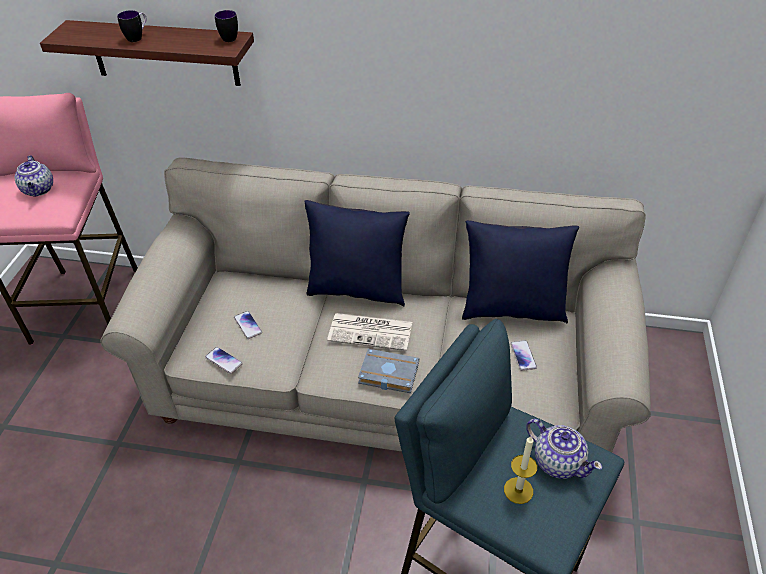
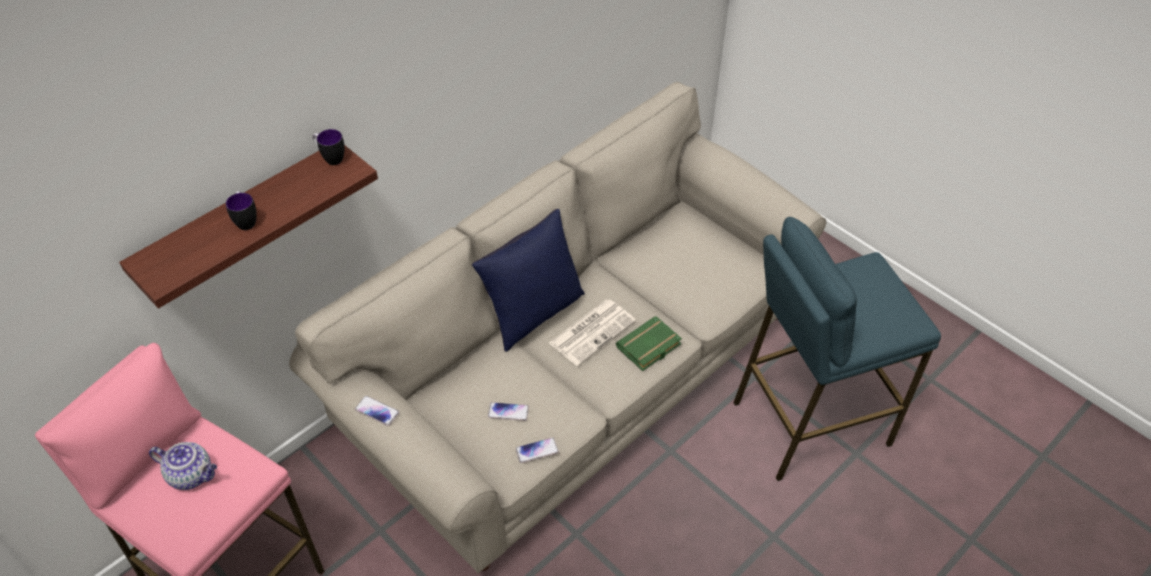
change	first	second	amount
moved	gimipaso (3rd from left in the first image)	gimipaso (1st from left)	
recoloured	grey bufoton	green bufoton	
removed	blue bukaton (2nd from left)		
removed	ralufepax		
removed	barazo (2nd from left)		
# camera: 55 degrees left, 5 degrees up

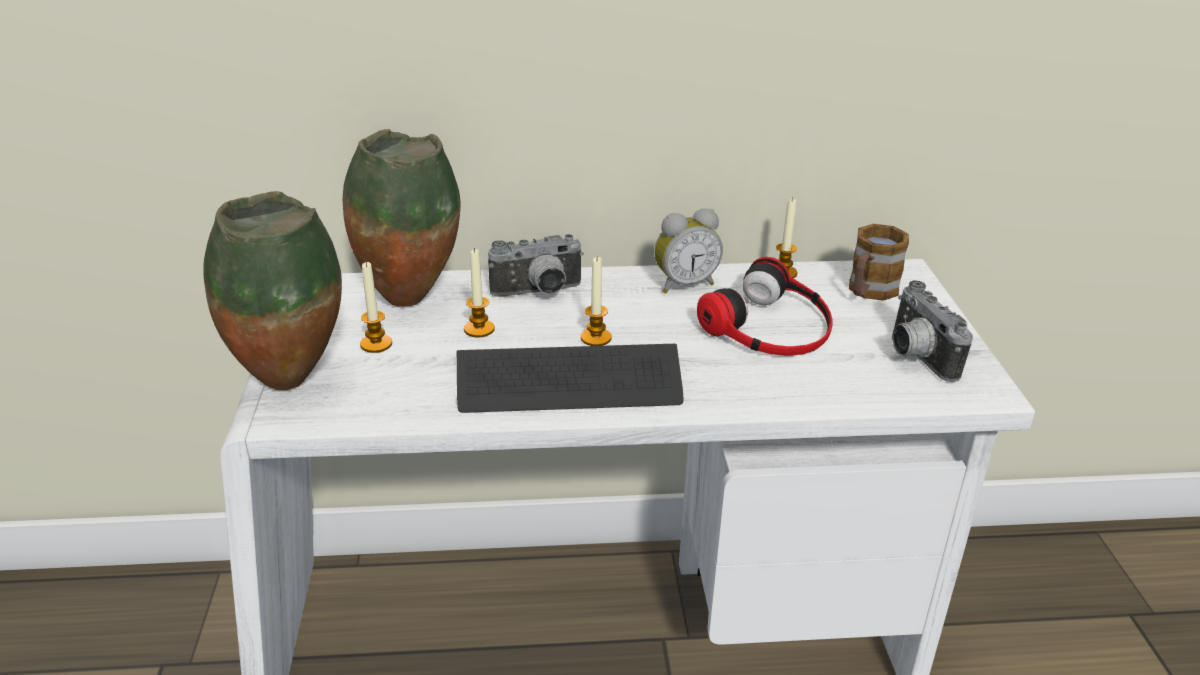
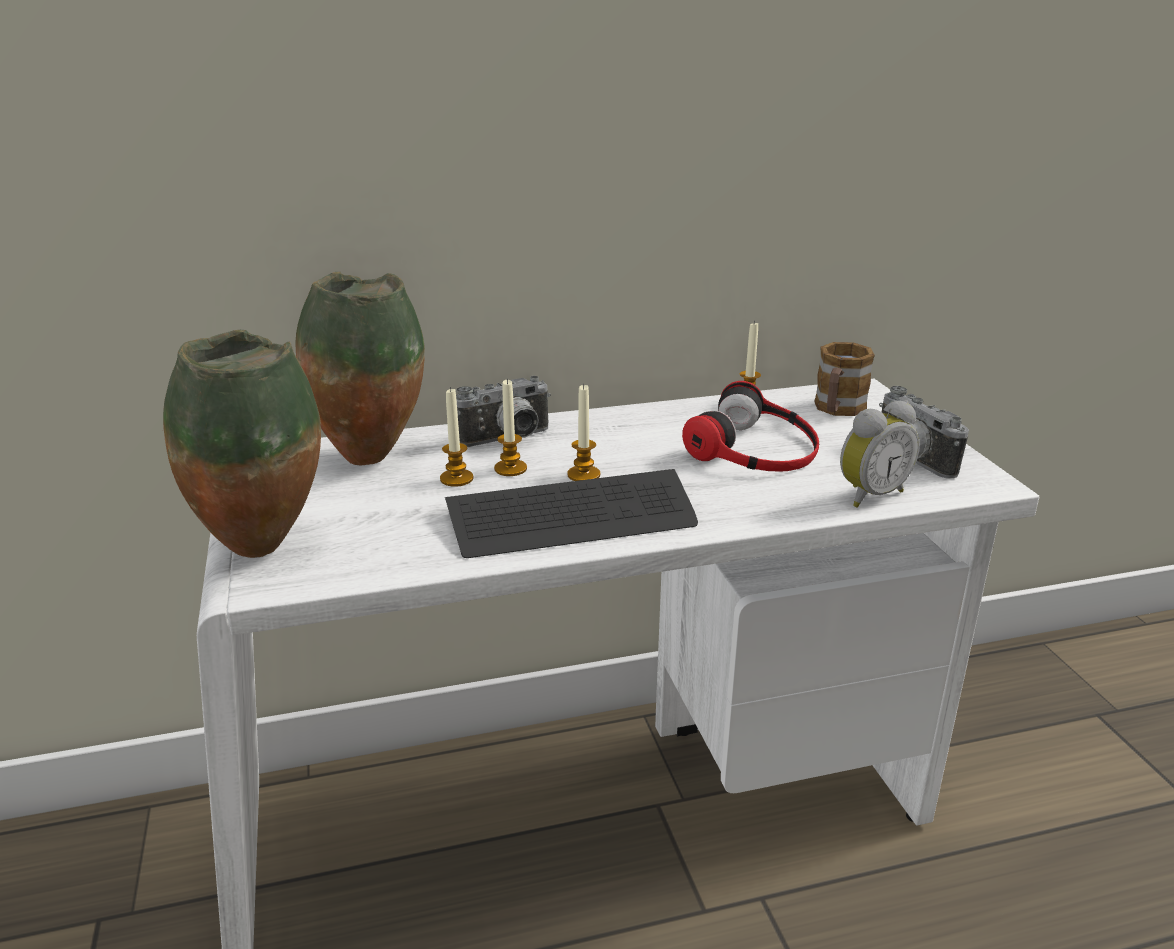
change	first	second	amount
moved	ralufepax (1st from left in the first image)	ralufepax (2nd from left)	
moved	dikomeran		
# camera: 10 degrees left, 5 degrees down

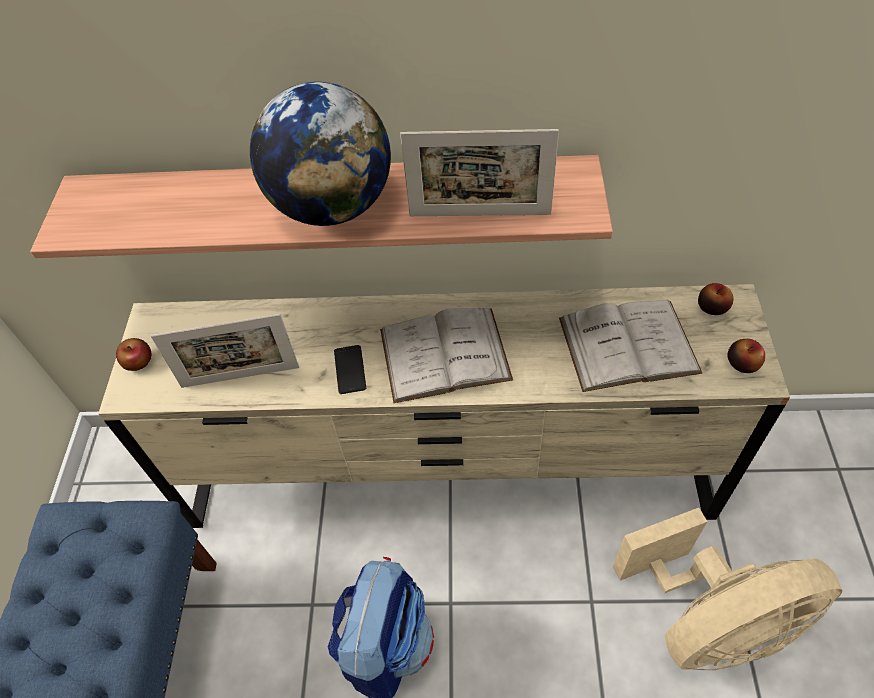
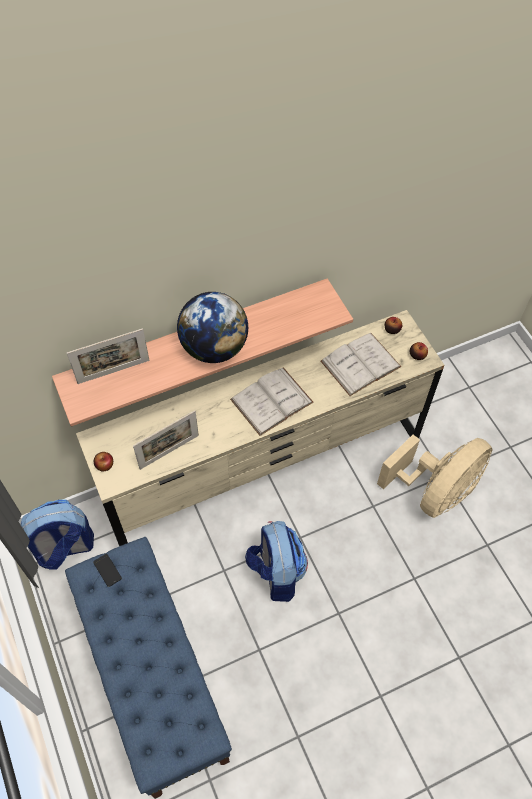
change	first	second	amount
added		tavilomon (1st from left)	
moved	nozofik (2nd from left in the first image)	nozofik (1st from left)	
moved	gimipaso		
# camera: 30 degrees left, 5 degrees up

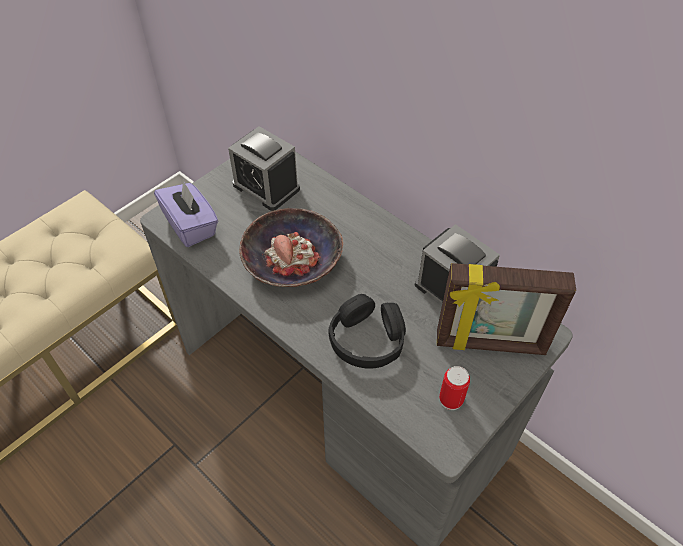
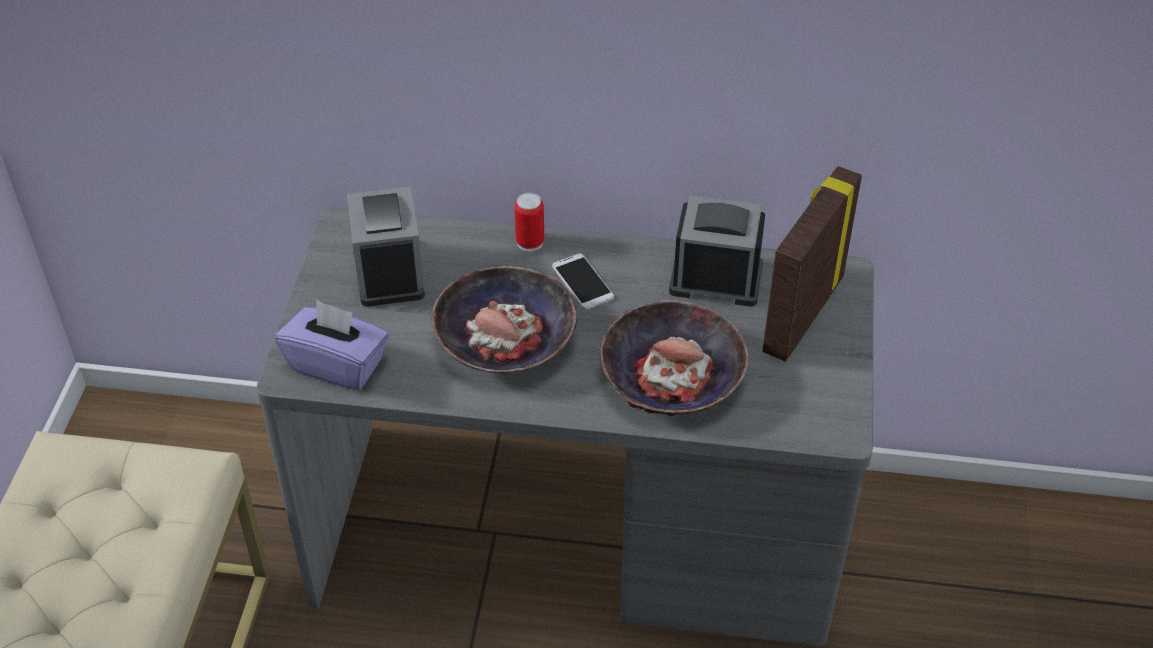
change	first	second	amount
turned	dikomeran (1st from left)		105 degrees counterclockwise
moved	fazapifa		
added		gimipaso	
replaced	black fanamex	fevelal (2nd from left)	
turned	nozofik		150 degrees clockwise
# camera: 35 degrees left, 5 degrees down

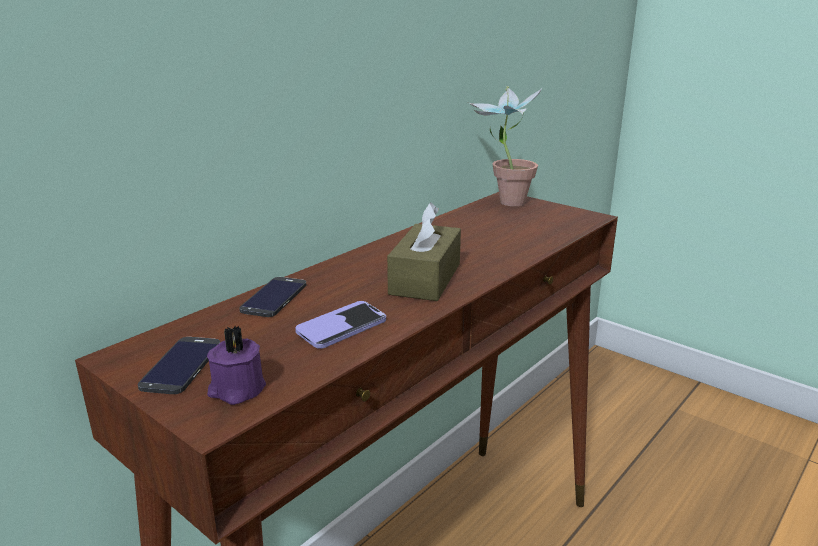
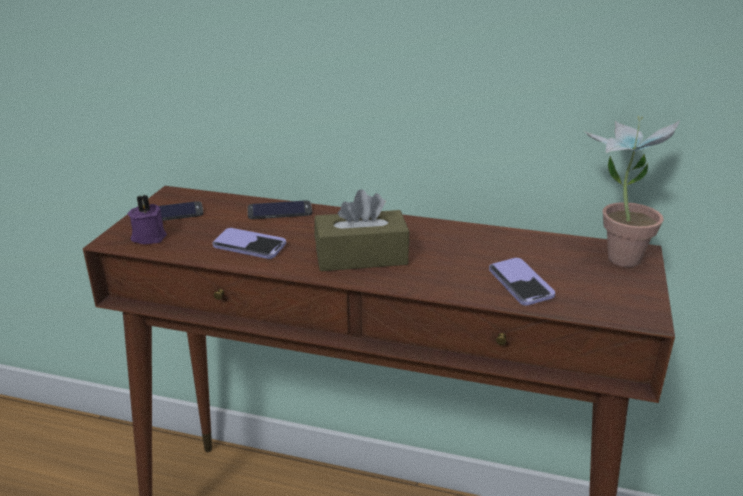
change	first	second	amount
added		gimipaso (4th from left)	
# camera: 65 degrees right, 5 degrees up

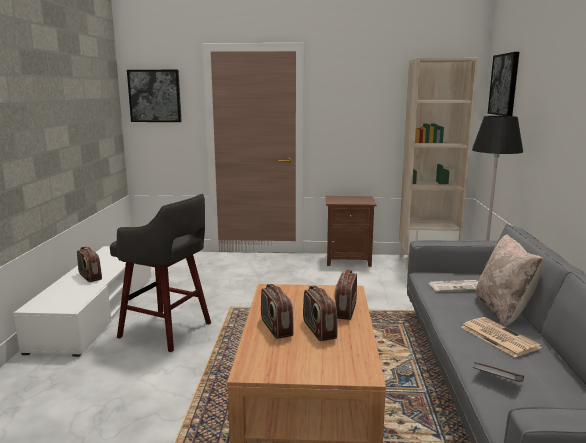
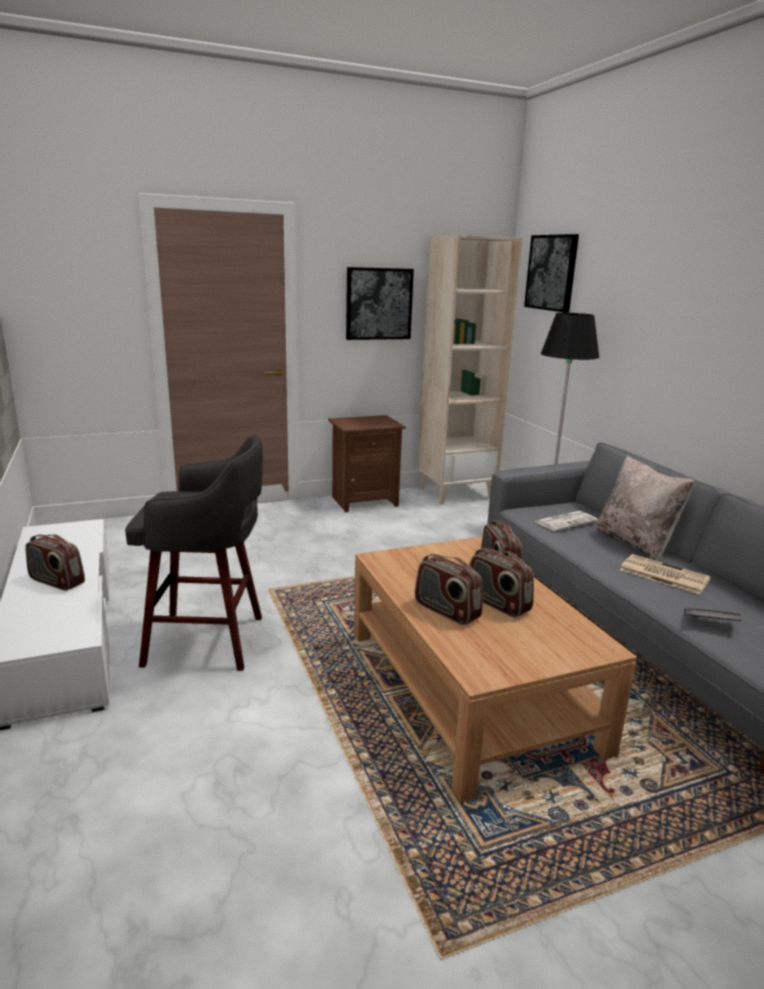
change	first	second	amount
moved	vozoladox (1st from left)		
# camera: 25 degrees left, 5 degrees up

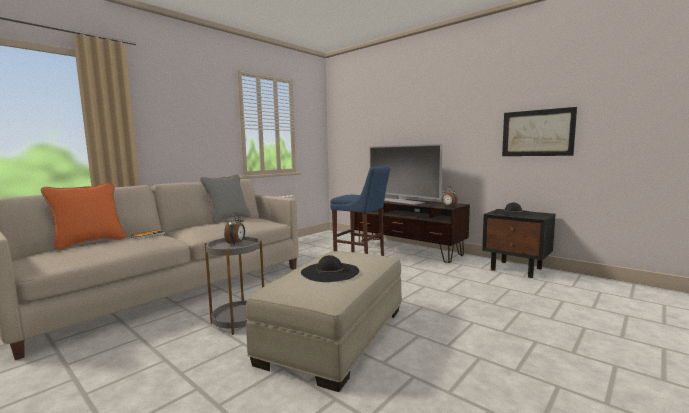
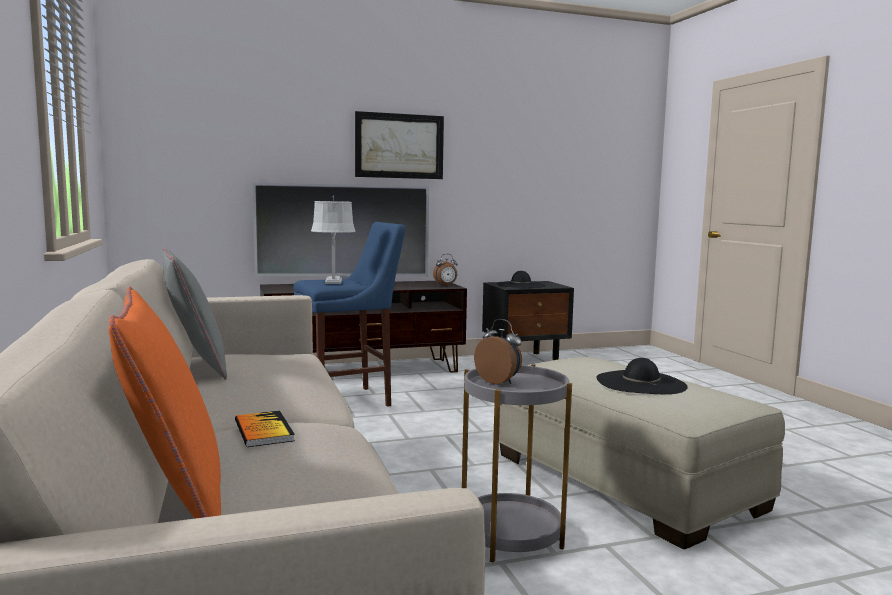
change	first	second	amount
added		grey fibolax	
moved	vozoladox		
# camera: 60 degrees left, 0 degrees up

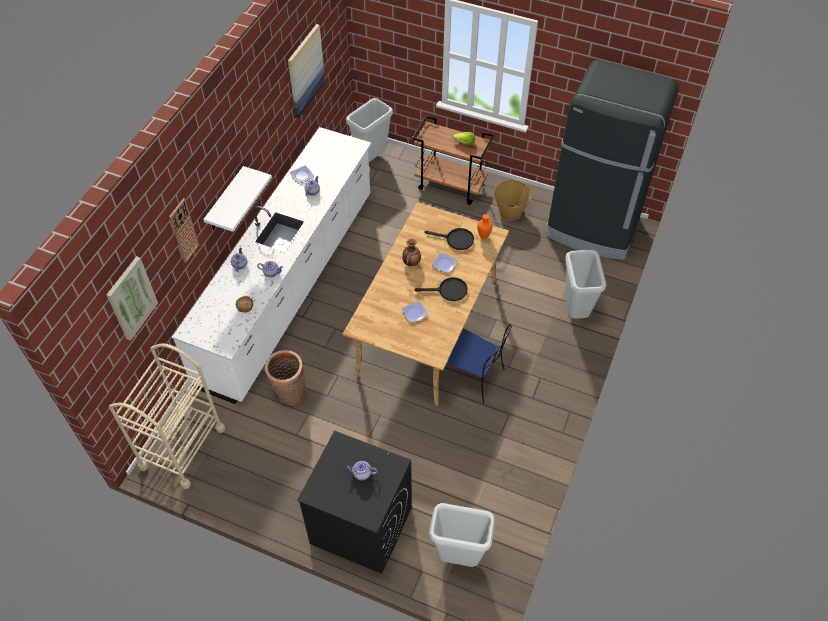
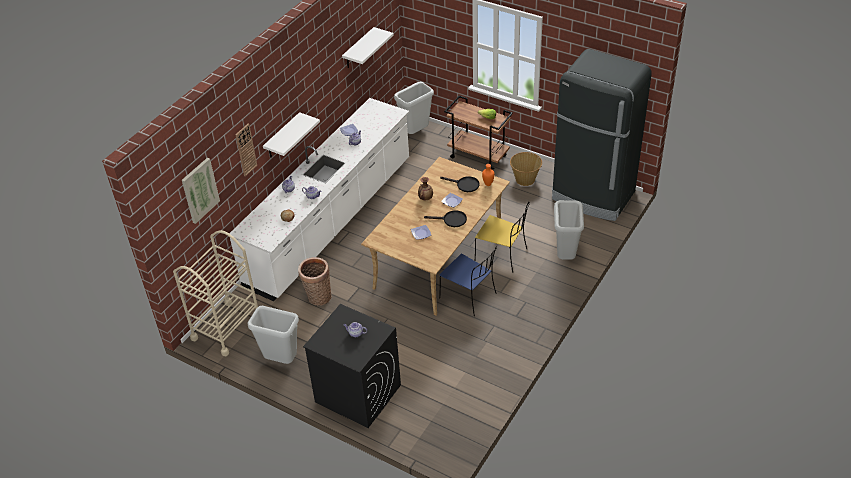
change	first	second	amount
moved	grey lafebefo (2nd from left in the first image)	grey lafebefo (1st from left)	
replaced	vozoladox (2nd from left)	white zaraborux (2nd from left)	
added		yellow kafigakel	
# camera: 10 degrees right, 10 degrees down

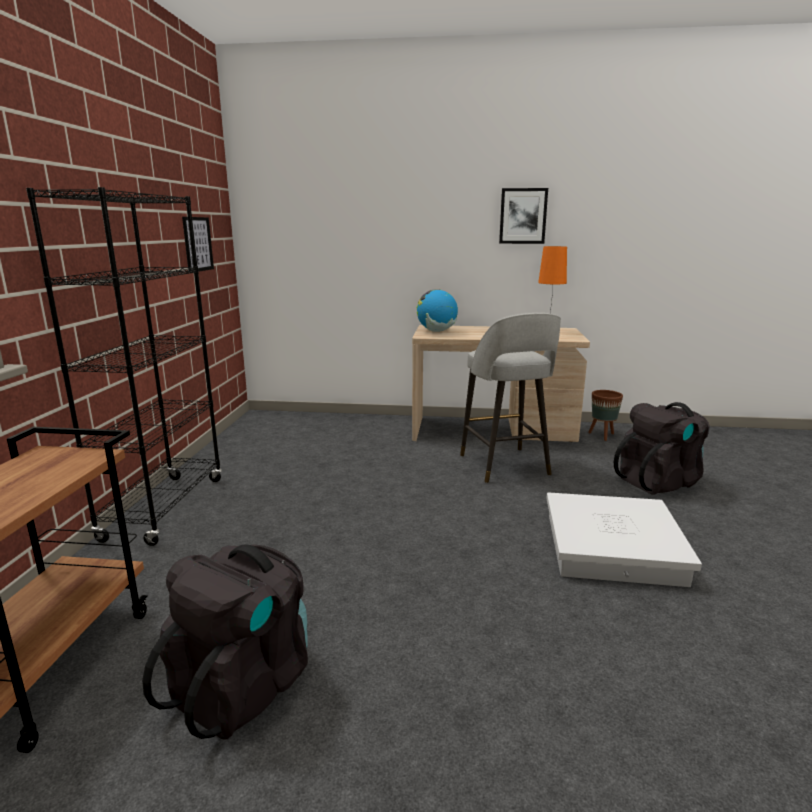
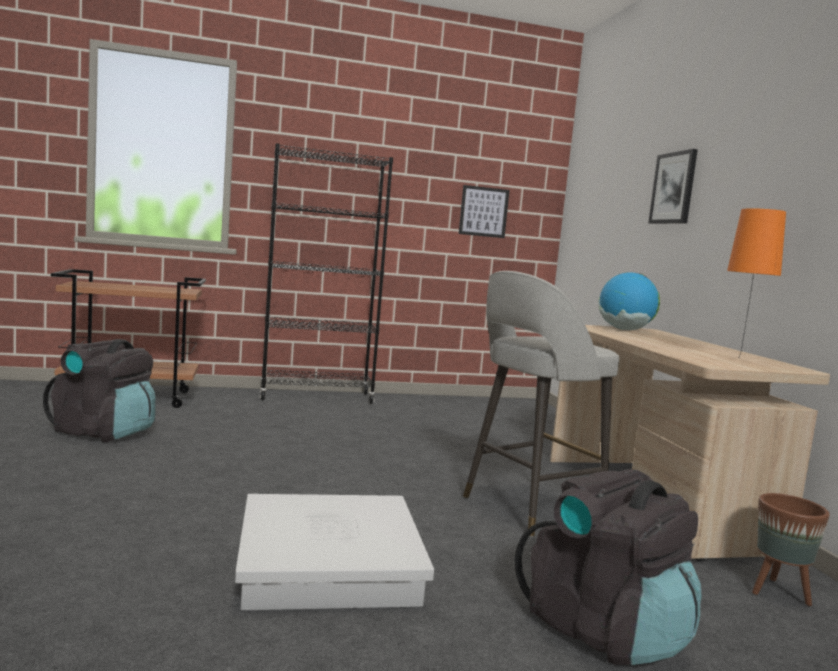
change	first	second	amount
moved	vozoladox (2nd from left)		
# camera: 70 degrees right, 10 degrees down

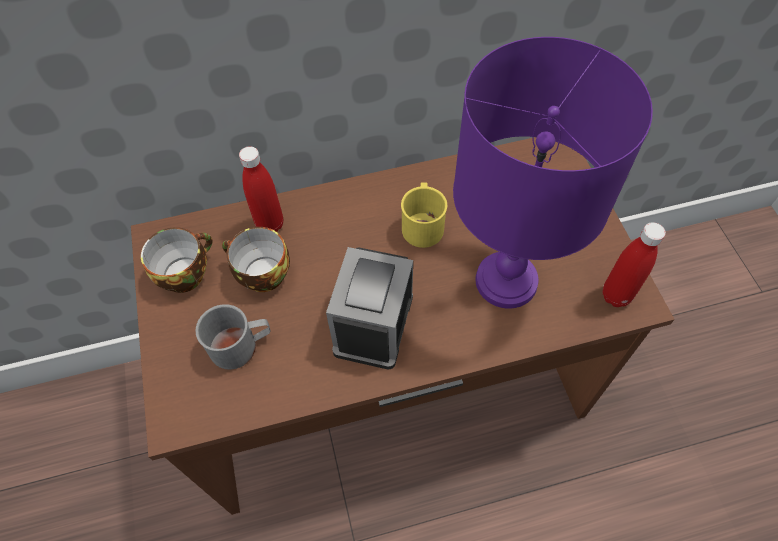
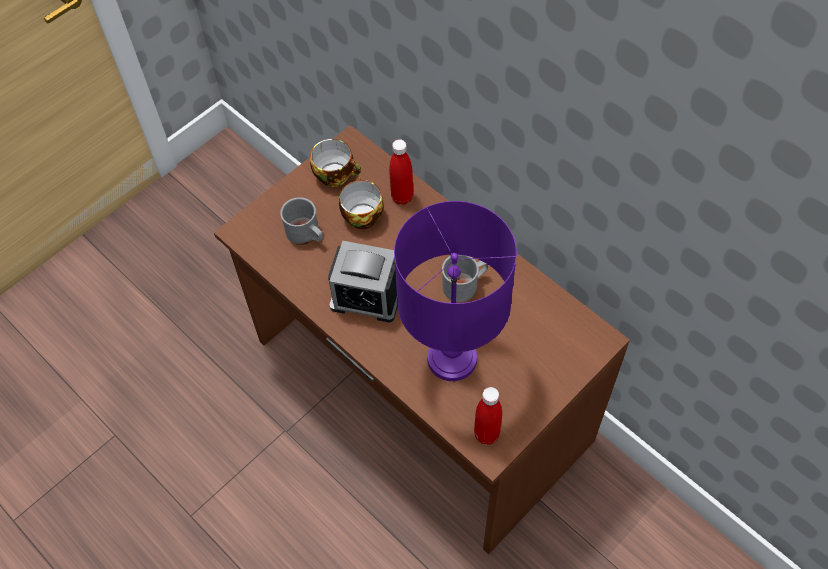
change	first	second	amount
turned	dikomeran		150 degrees counterclockwise
recoloured	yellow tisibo	grey tisibo (2nd from left)	
# camera: 60 degrees right, 0 degrees up

